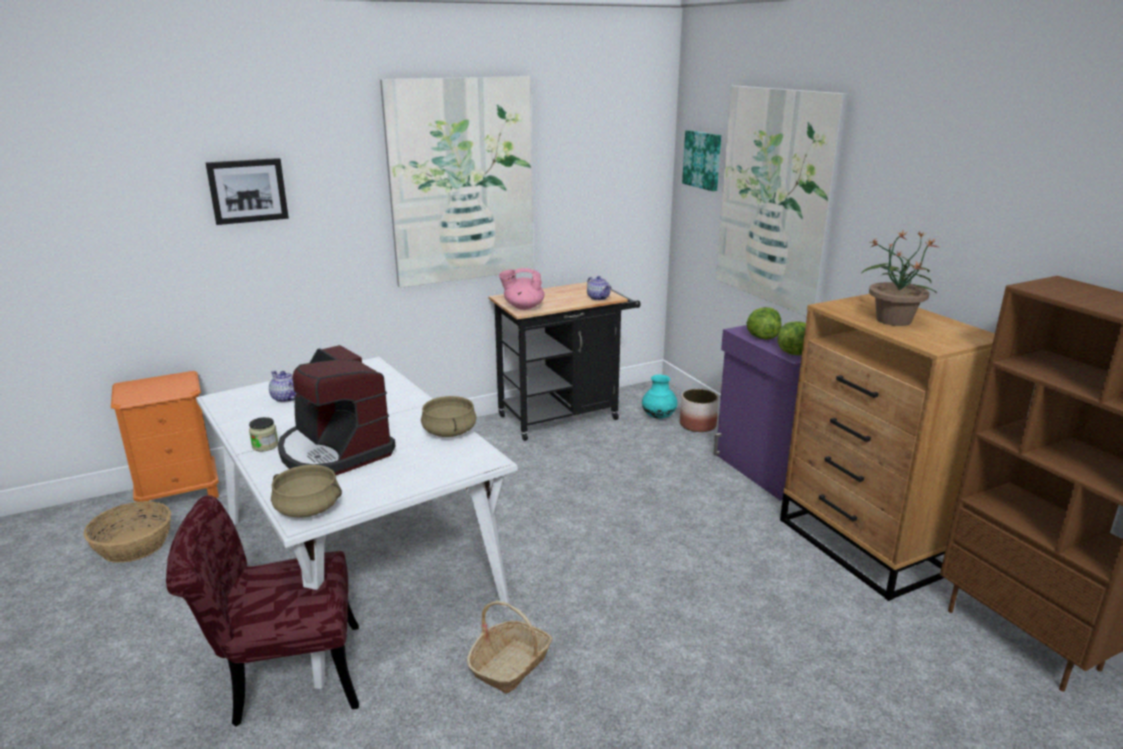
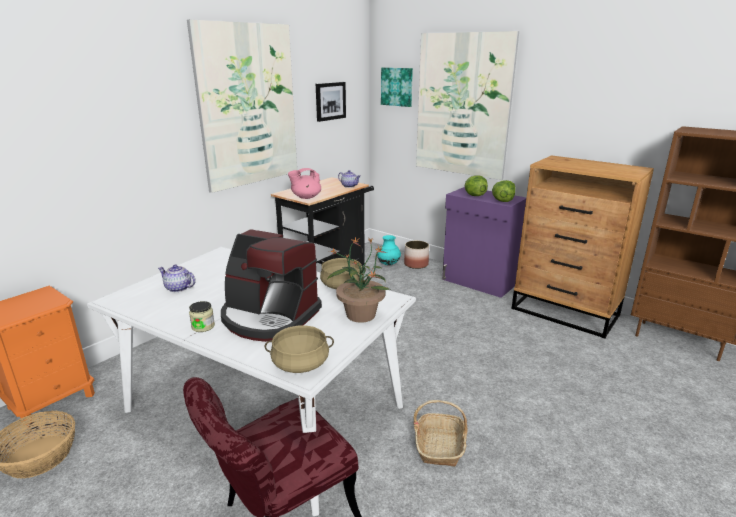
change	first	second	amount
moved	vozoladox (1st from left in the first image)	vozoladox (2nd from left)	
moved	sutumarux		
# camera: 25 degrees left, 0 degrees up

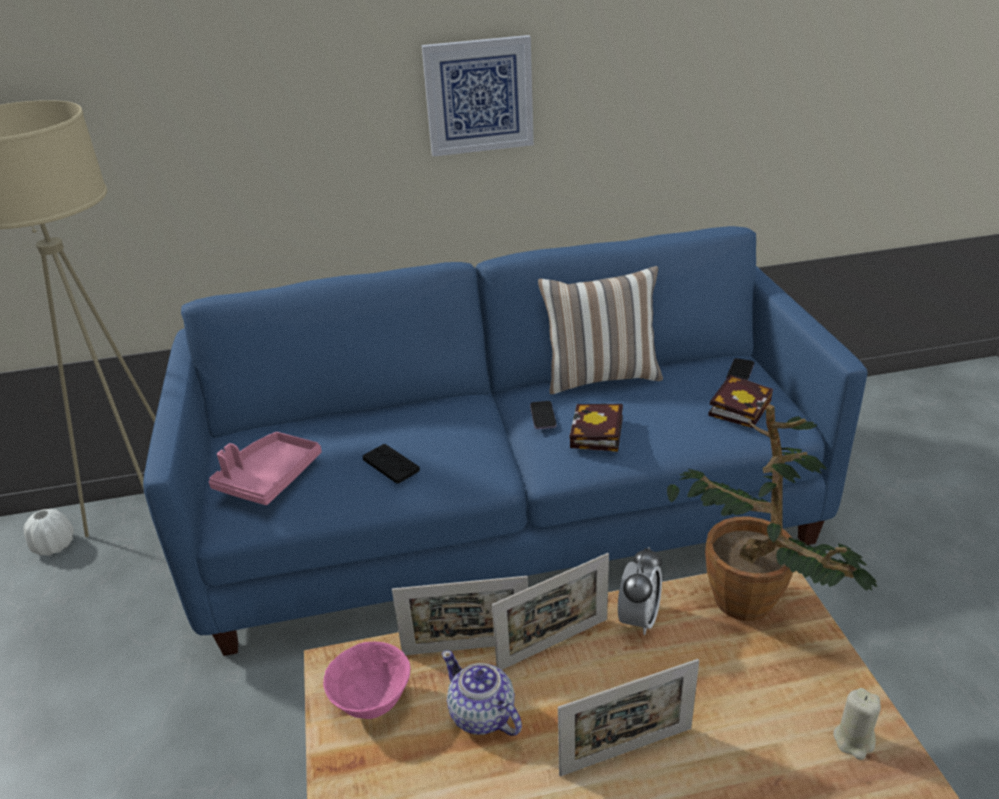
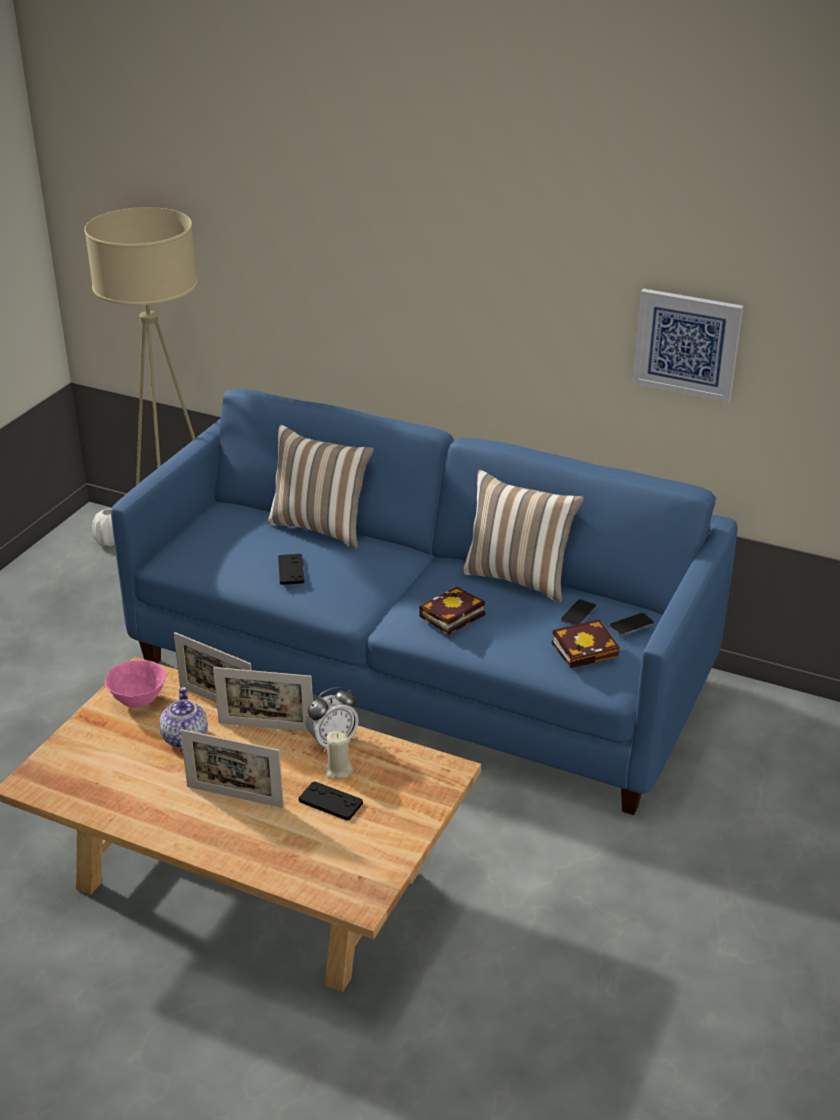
change	first	second	amount
added		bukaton (1st from left)	
added		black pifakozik (2nd from left)	
moved	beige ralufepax		
moved	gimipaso (1st from left)		
moved	vozoladox		
removed	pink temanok		
removed	sutumarux		
# camera: 35 degrees right, 0 degrees up

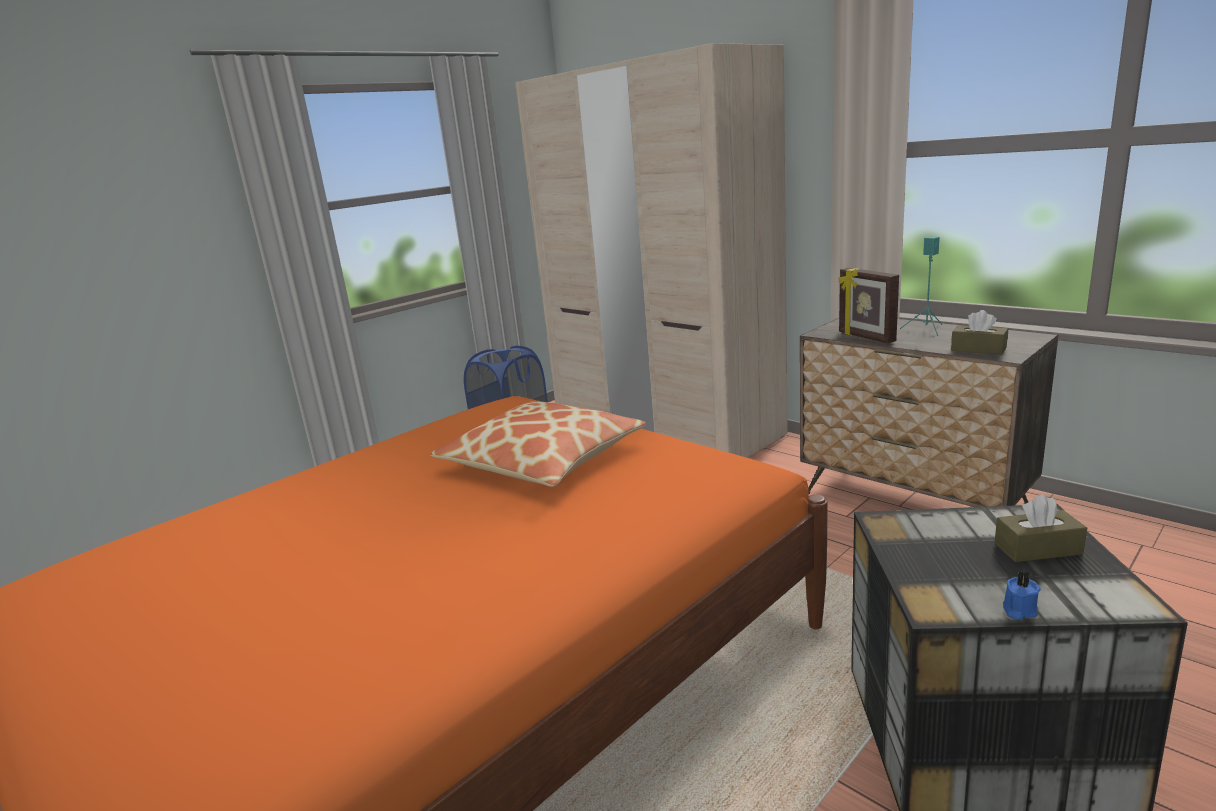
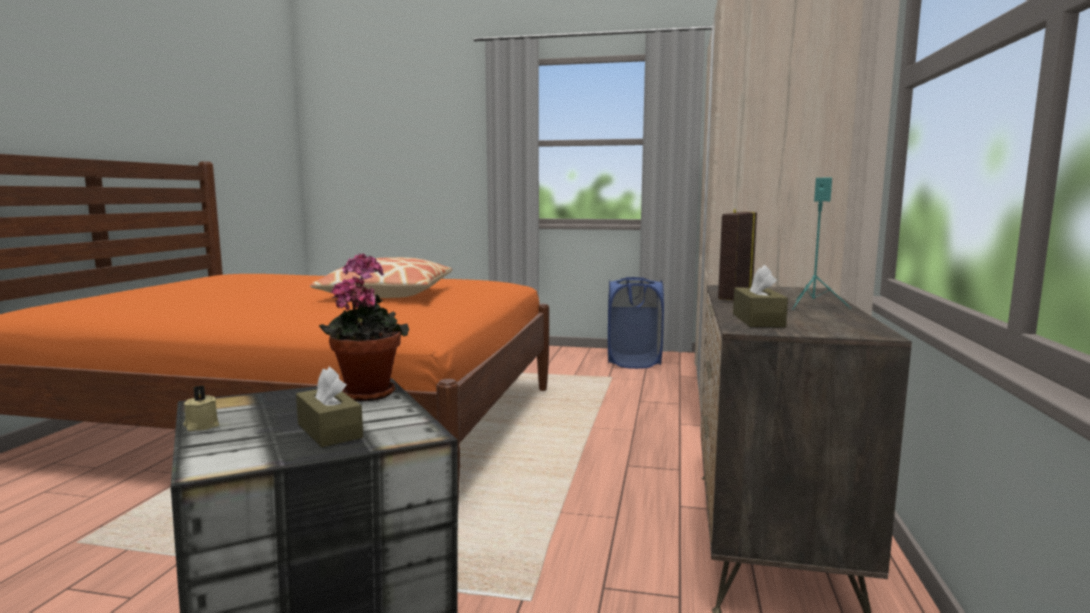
change	first	second	amount
recoloured	blue ralufepax	beige ralufepax	
added		sutumarux	
# camera: 55 degrees right, 10 degrees down

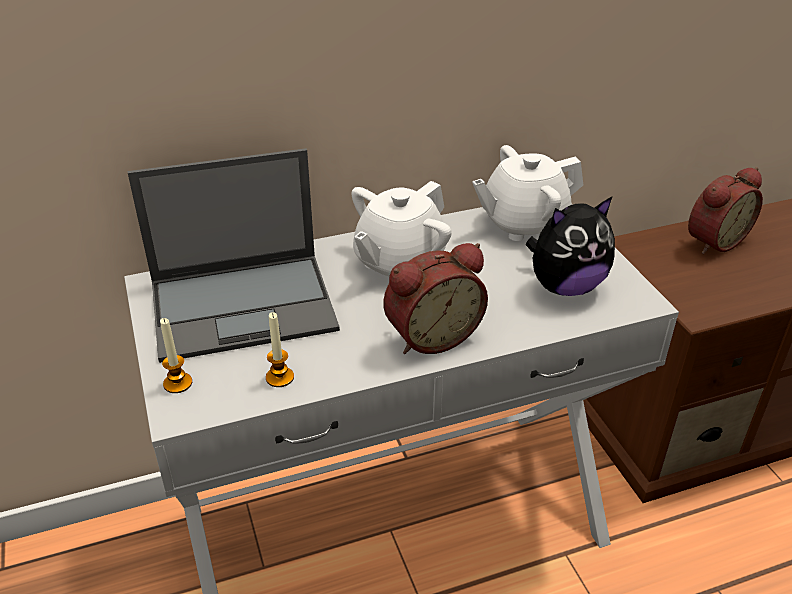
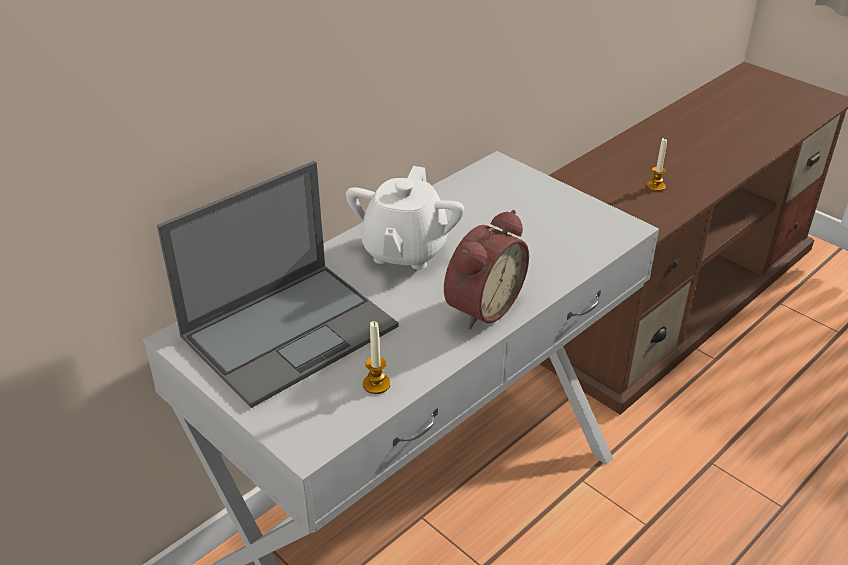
change	first	second	amount
moved	ralufepax (1st from left in the first image)	ralufepax (2nd from left)	
removed	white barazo (2nd from left)		
removed	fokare		
removed	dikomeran (2nd from left)		
# camera: 25 degrees left, 0 degrees up

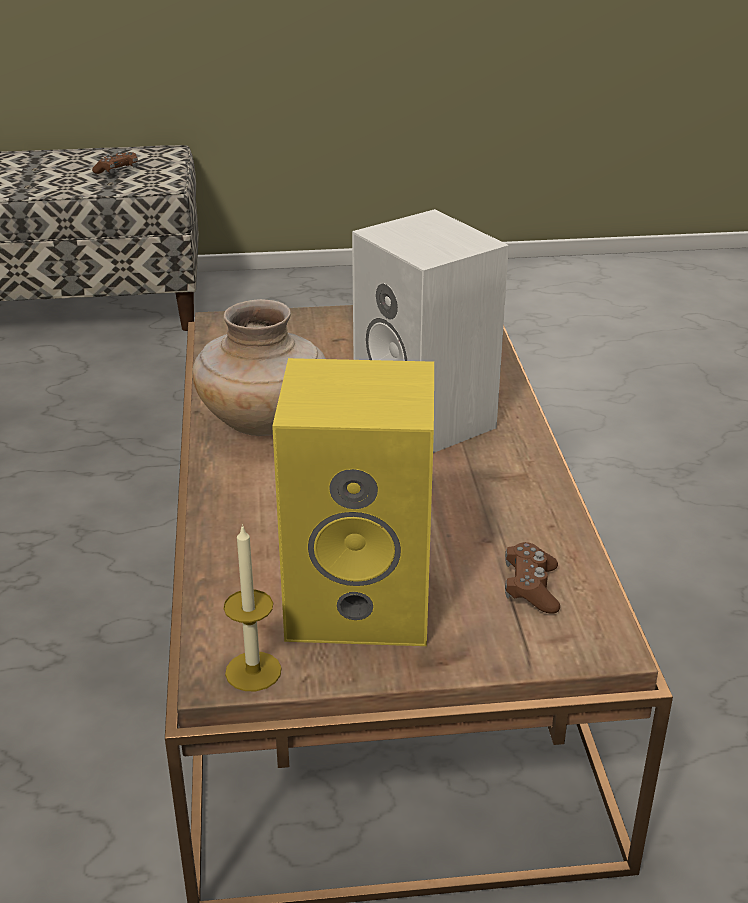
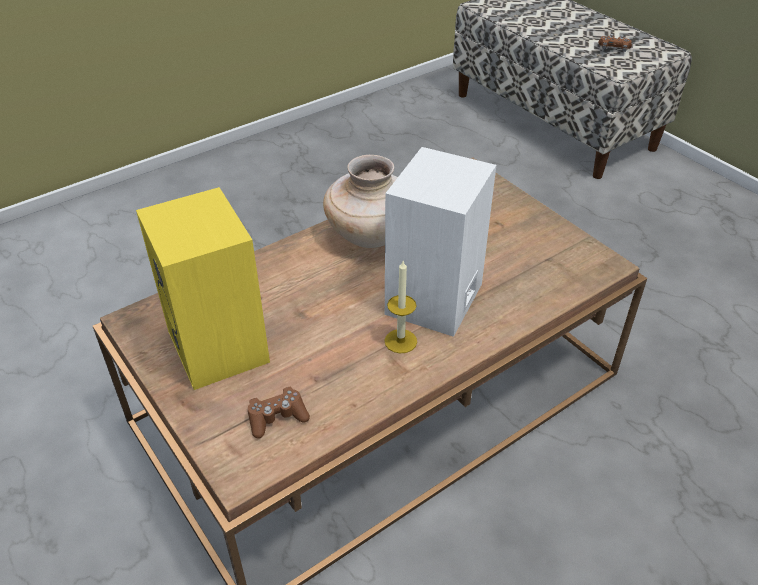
change	first	second	amount
moved	ralufepax		
# camera: 60 degrees right, 10 degrees up

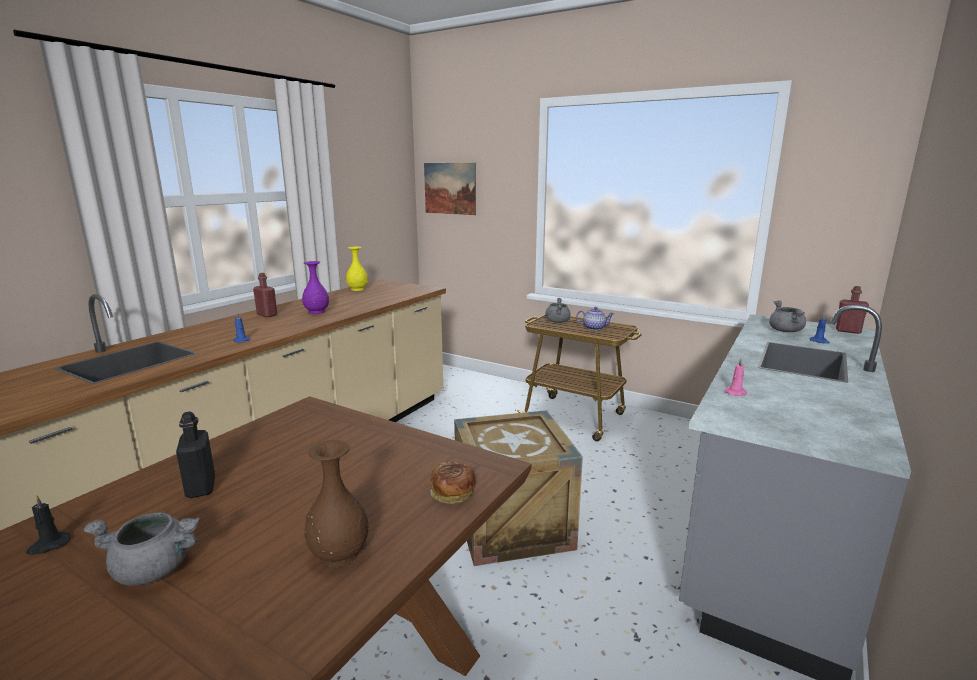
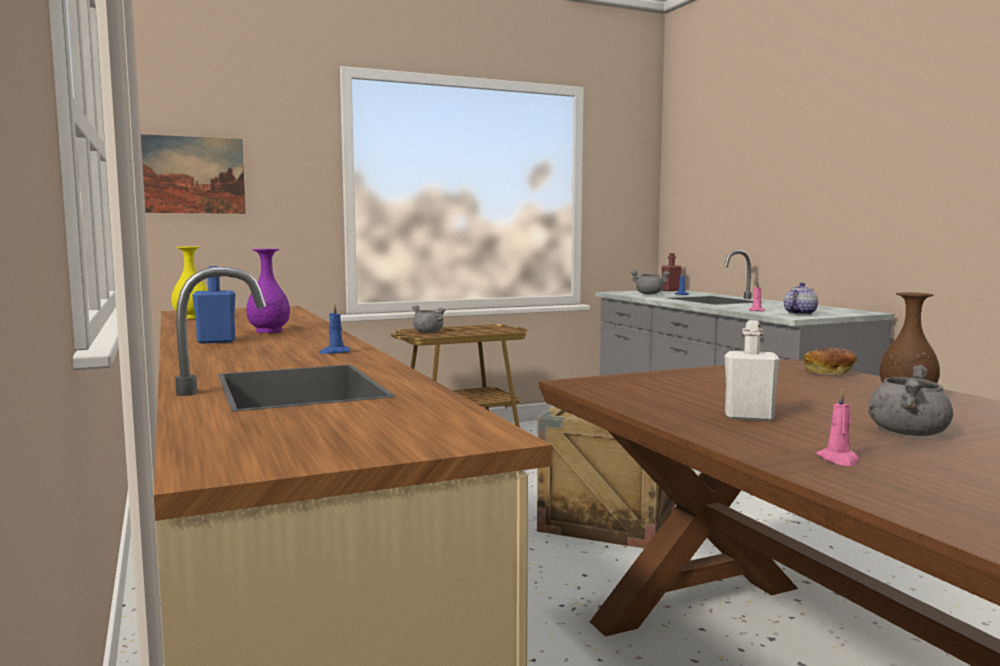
change	first	second	amount
recoloured	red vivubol (1st from left)	blue vivubol	
recoloured	black vivubol	white vivubol	
moved	barazo		
recoloured	black ralufepax	pink ralufepax (2nd from left)	
# camera: 55 degrees left, 10 degrees down

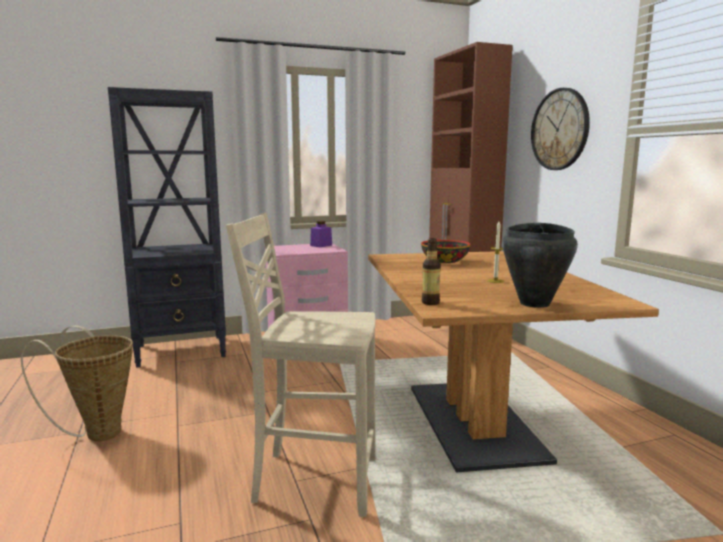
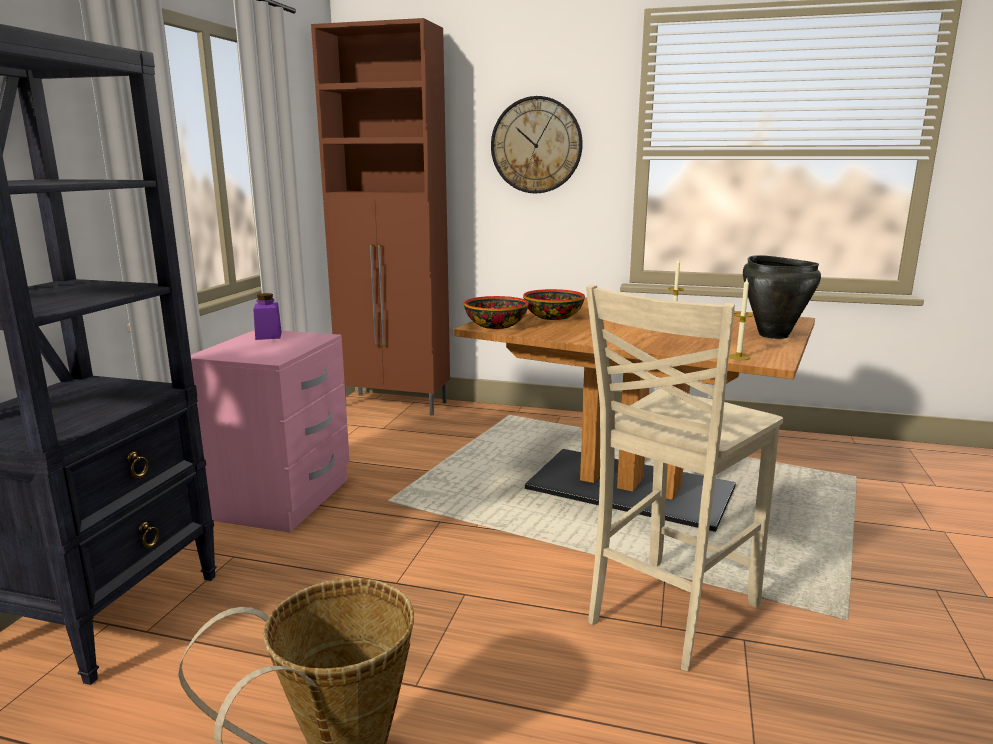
change	first	second	amount
added		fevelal (1st from left)	
replaced	vivubol	ralufepax (2nd from left)	
# camera: 55 degrees left, 5 degrees up

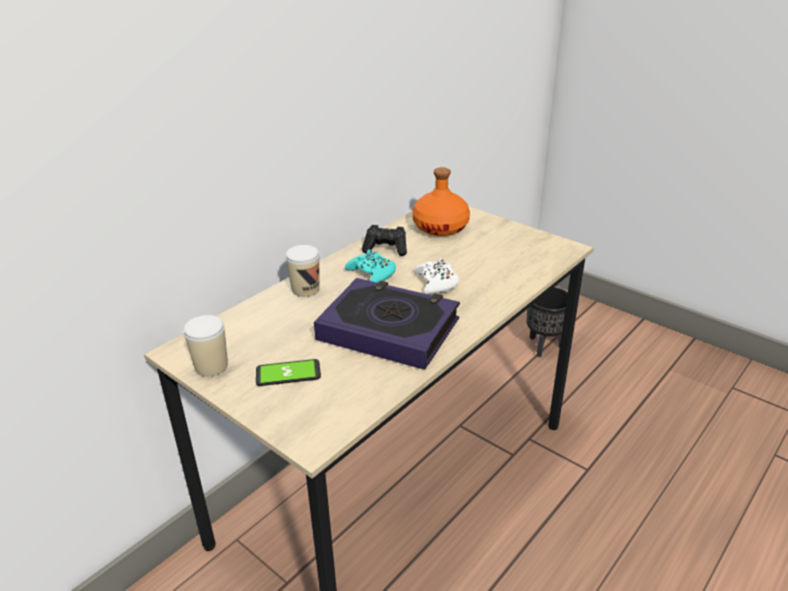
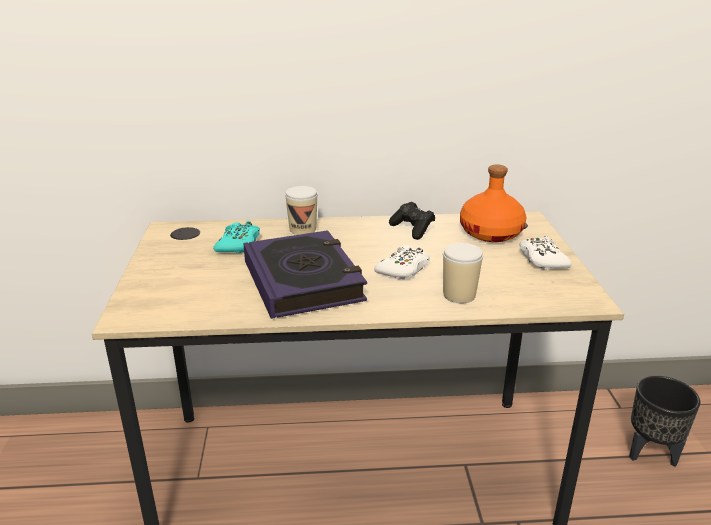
change	first	second	amount
moved	turquoise pifakozik		
moved	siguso (1st from left in the first image)	siguso (2nd from left)	
added		white pifakozik (2nd from left)	
removed	gimipaso		
# camera: 45 degrees right, 5 degrees down

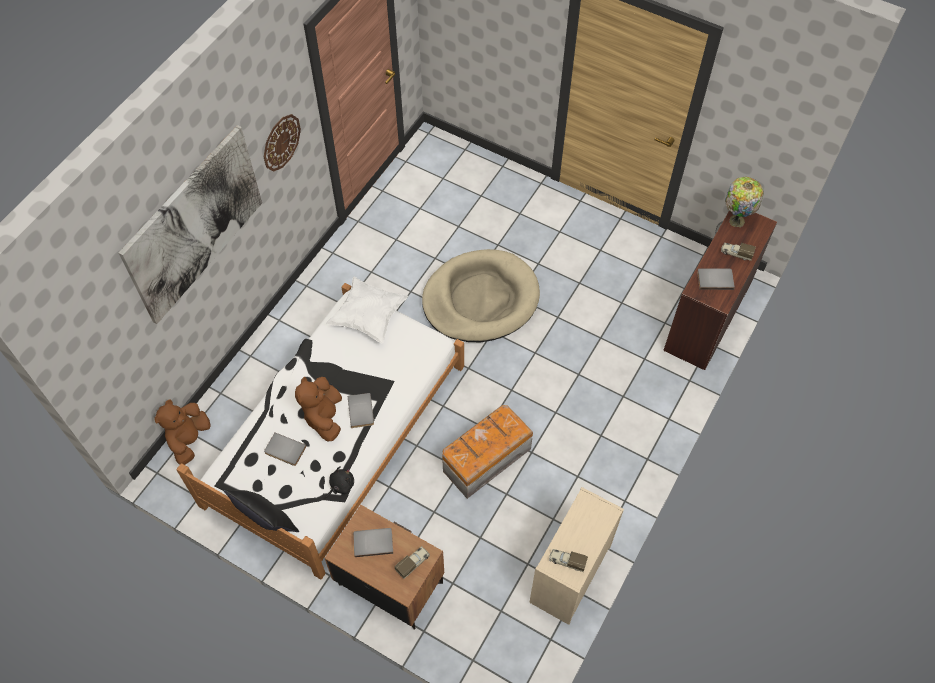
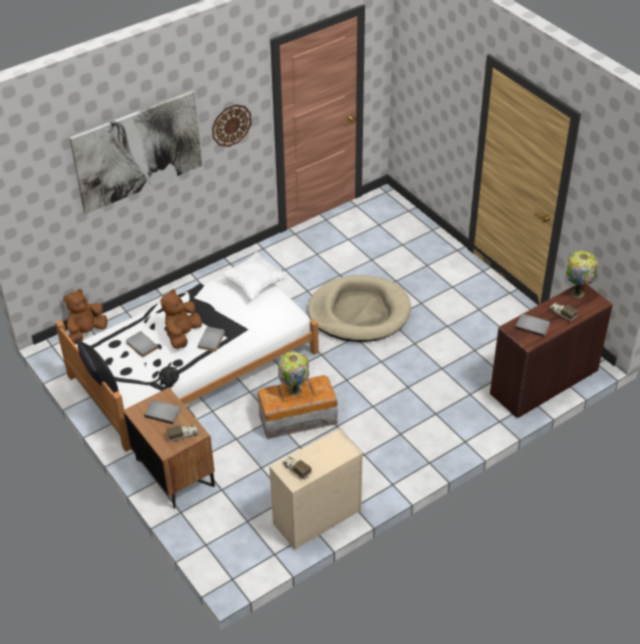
change	first	second	amount
added		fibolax (1st from left)	
# camera: 25 degrees right, 15 degrees down

